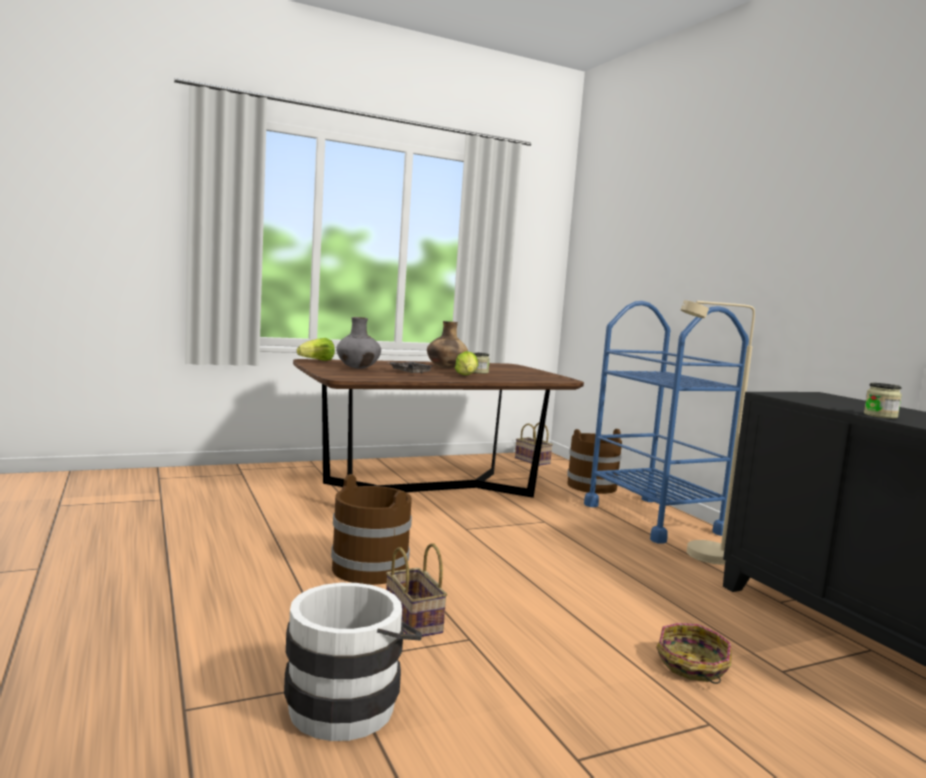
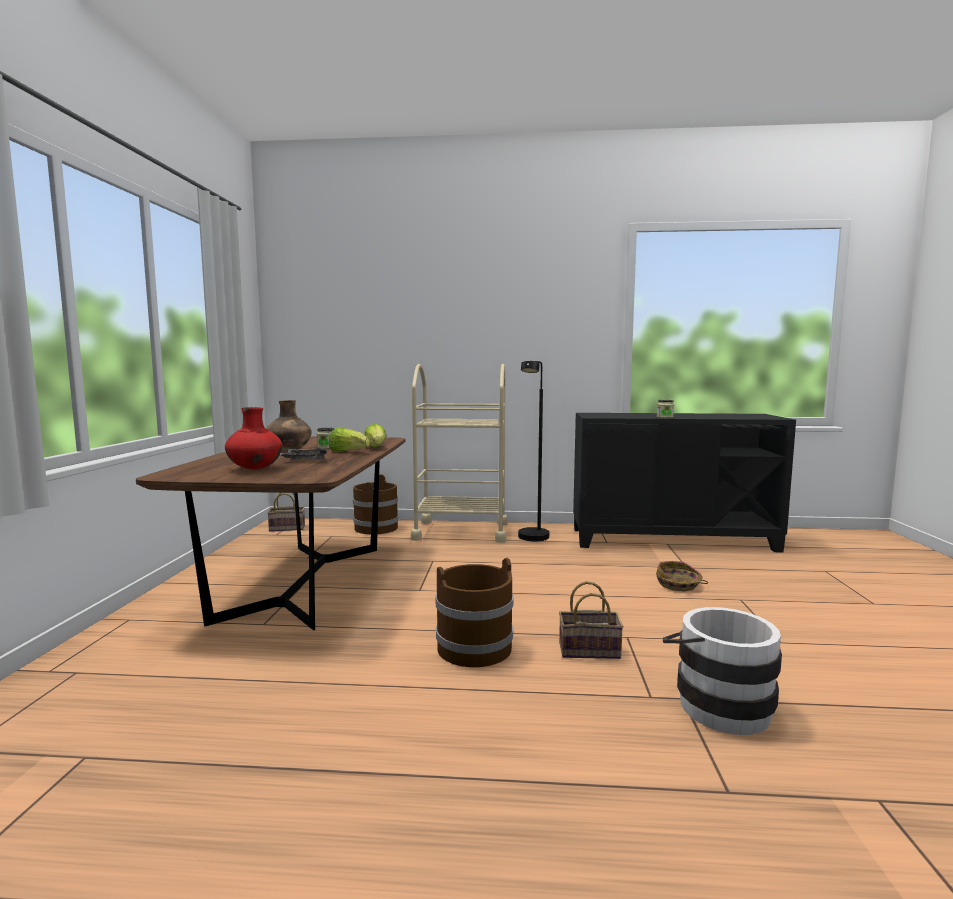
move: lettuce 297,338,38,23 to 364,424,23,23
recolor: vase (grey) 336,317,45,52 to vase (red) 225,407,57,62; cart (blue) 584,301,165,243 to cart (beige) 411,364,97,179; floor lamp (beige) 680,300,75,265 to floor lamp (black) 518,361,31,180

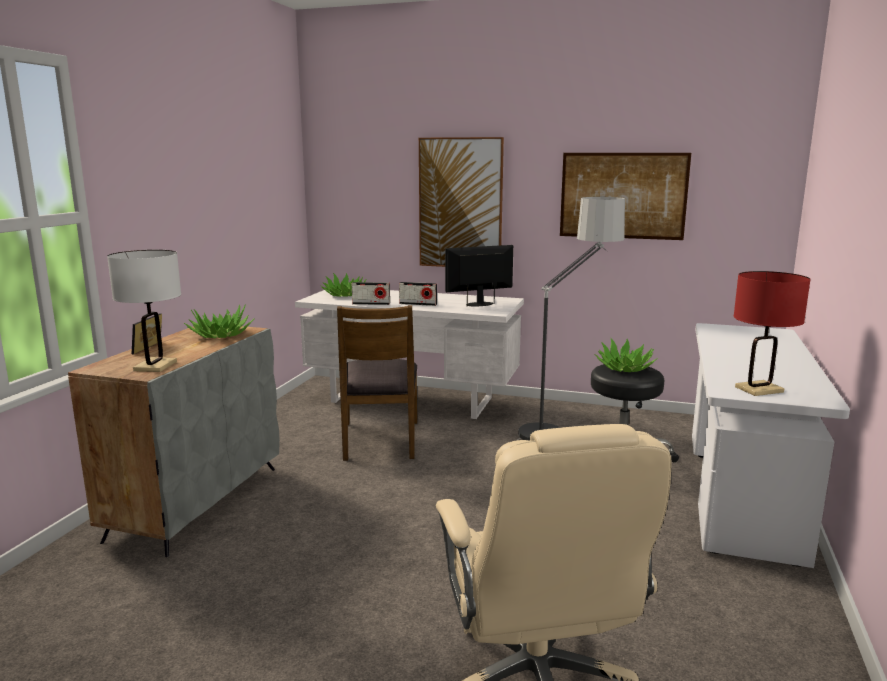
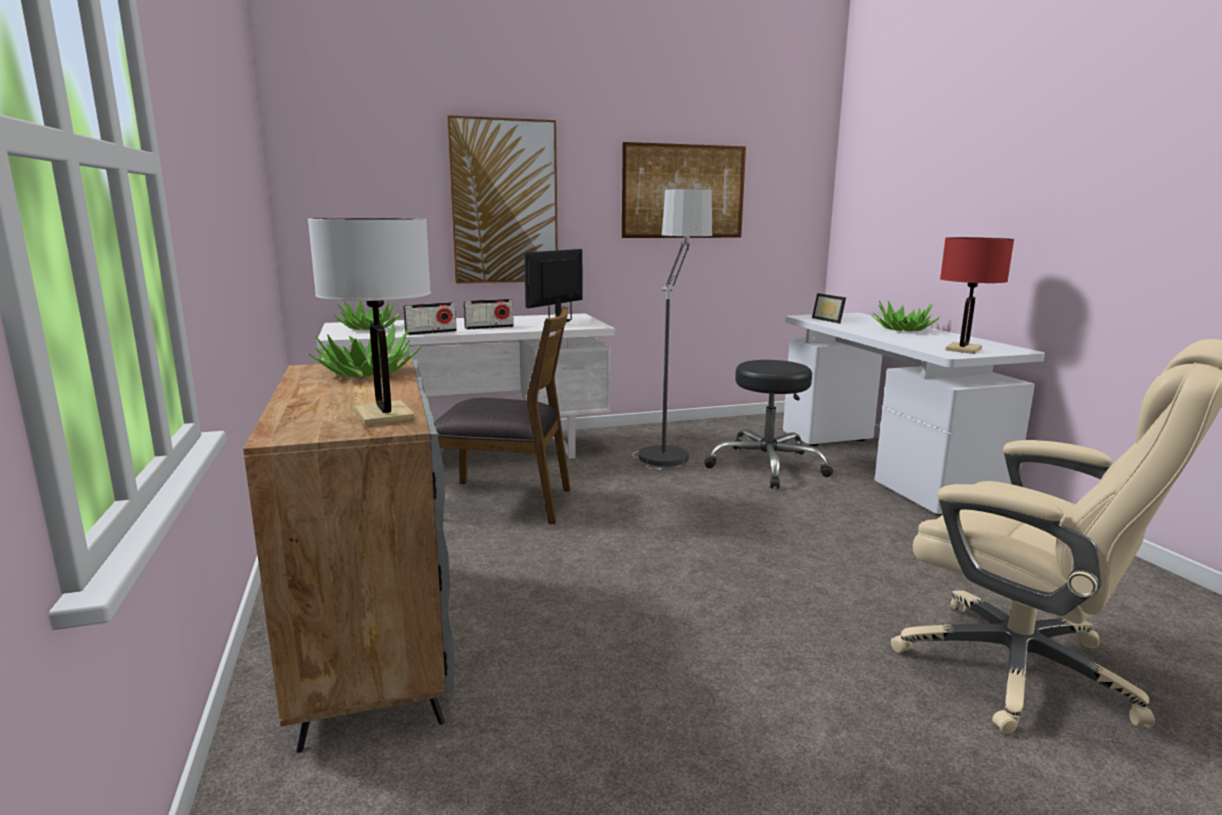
move: picture frame 132,313,30,42 to 812,293,34,31; potted plant 594,338,64,34 to 871,301,69,30
rotate: chair (brown) 337,305,80,156 = 434,306,137,218 45 degrees counterclockwise

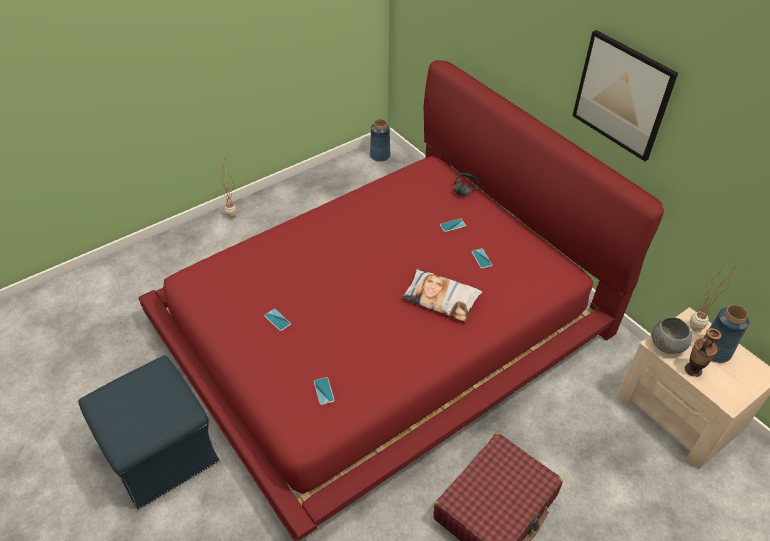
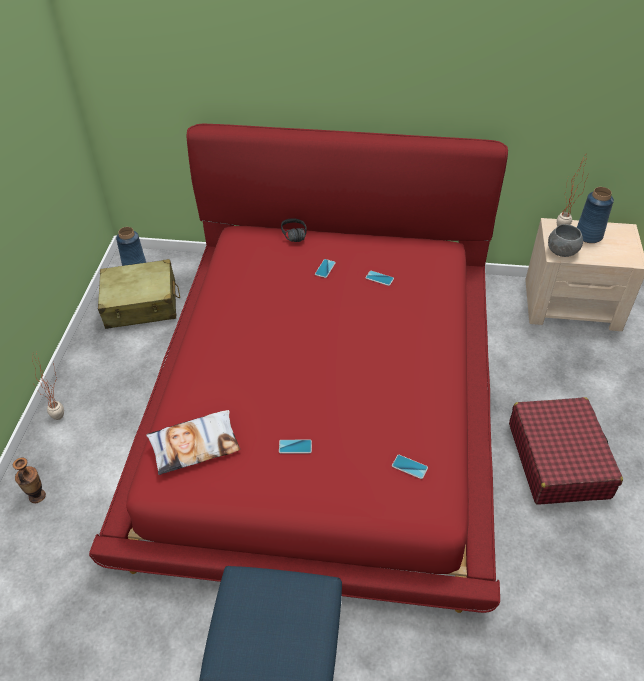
delete: picture 572,30,106,131
insert: suitcase (beige) 98,259,82,70
move: pillow 402,269,80,53 to 146,410,94,65; vase 685,328,37,49 to 13,458,33,45

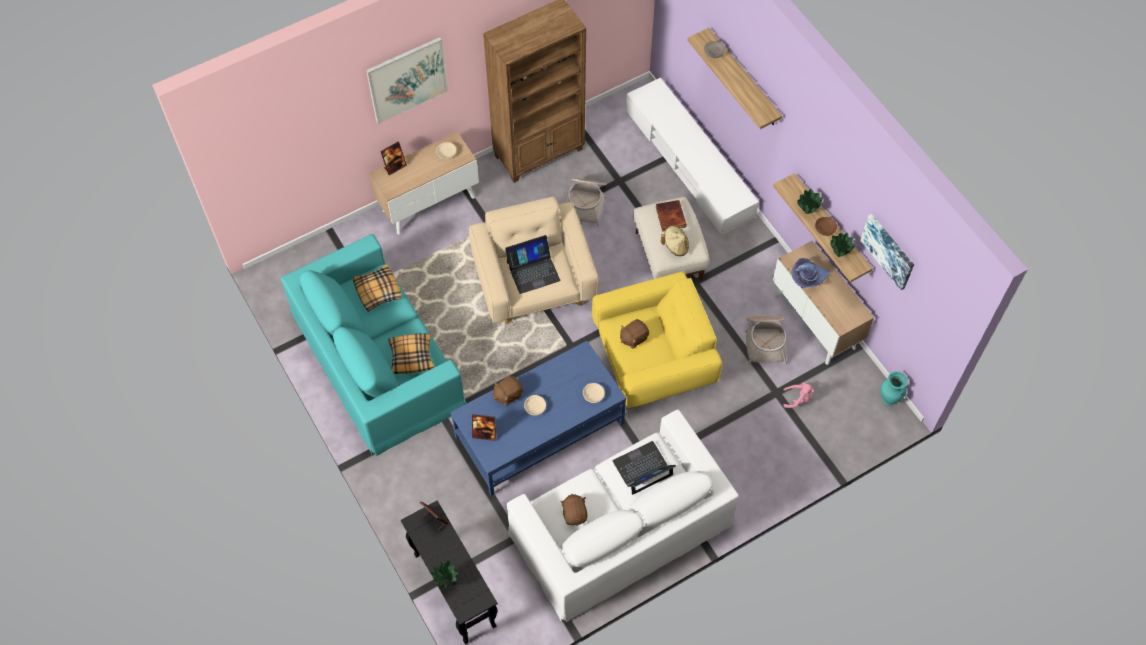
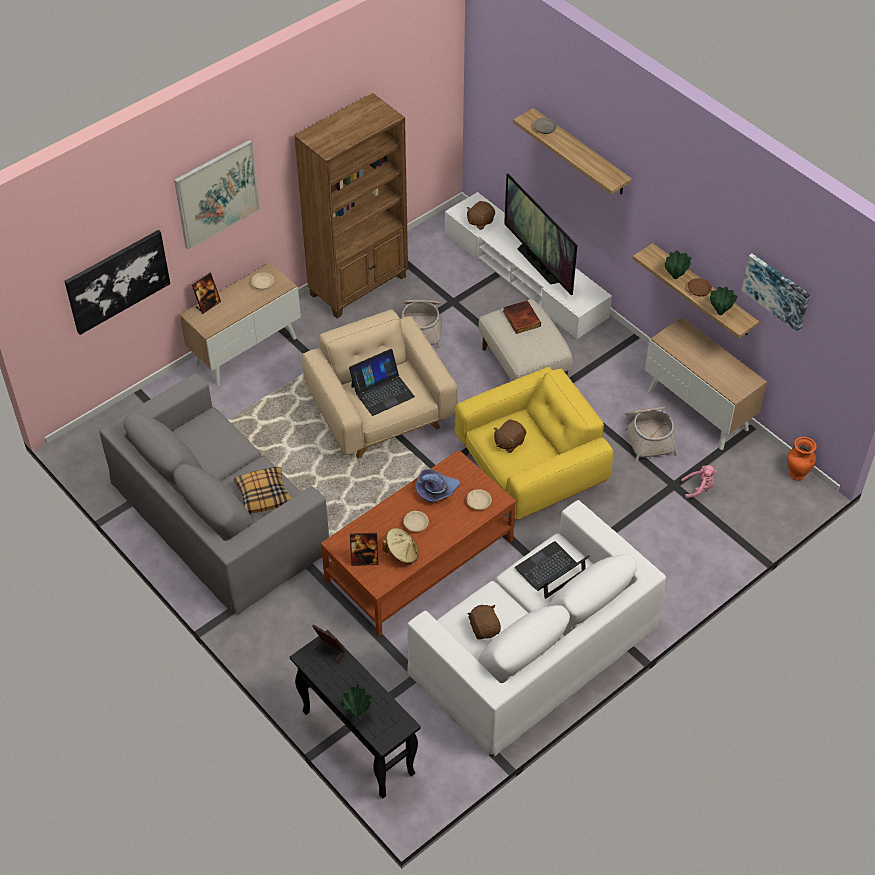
delete: pillow 353,264,49,48
insert: picture 64,230,106,105; television 504,174,73,121
move: plush toy (brown) 493,376,30,30 to 467,201,28,29; hat (beige) 661,226,28,30 to 383,528,36,36; hat (purple) 791,258,38,30 to 415,469,45,33
recolor: sofa (turquoise) 281,234,185,222 to sofa (grey) 99,373,230,242; coffee table (blue) 450,341,176,155 to coffee table (brown) 321,450,195,186; vase (turquoise) 880,371,28,35 to vase (orange) 787,437,29,44

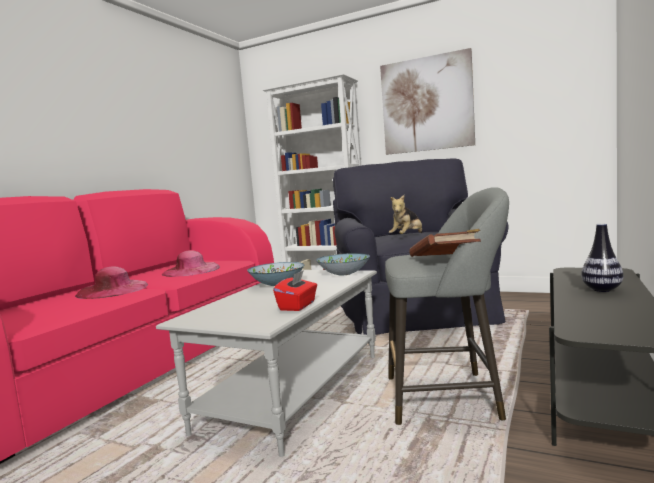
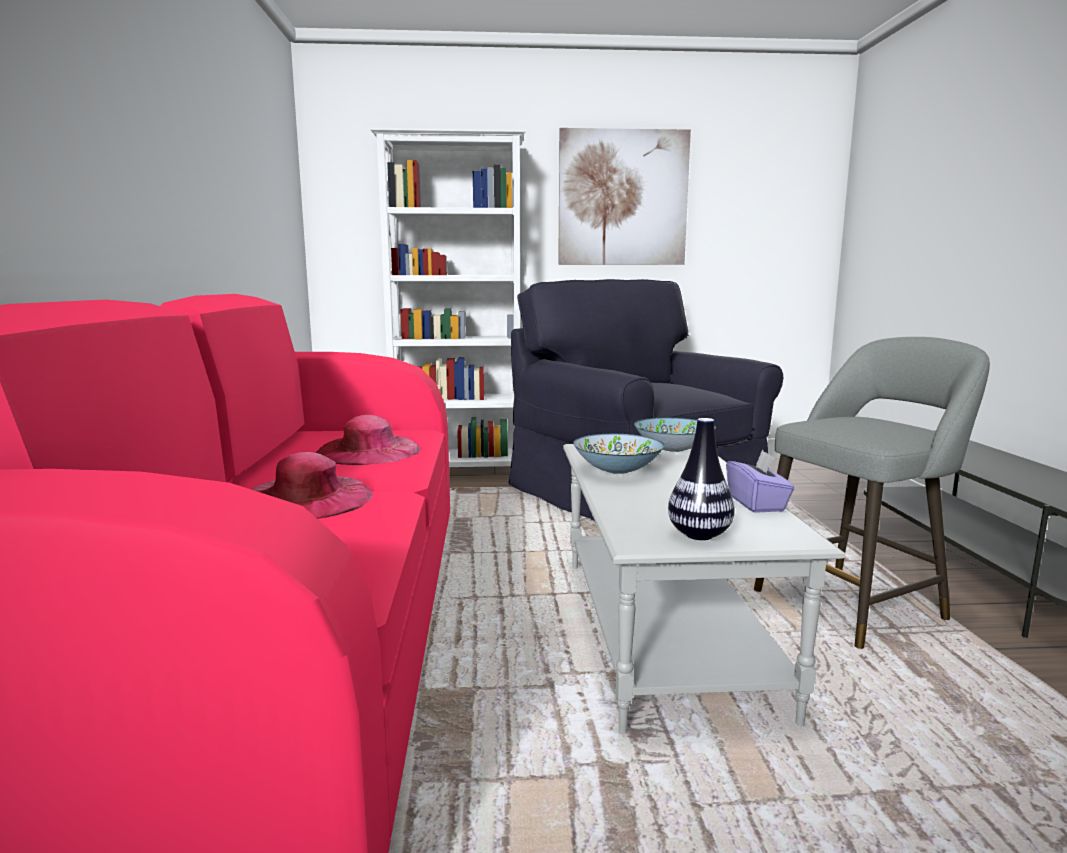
delete: plush toy 389,195,33,39; book (brown) 409,229,72,28
move: vase 581,223,42,69 to 668,418,66,122
recolor: tissue box (red) 273,270,44,41 to tissue box (purple) 726,450,69,63

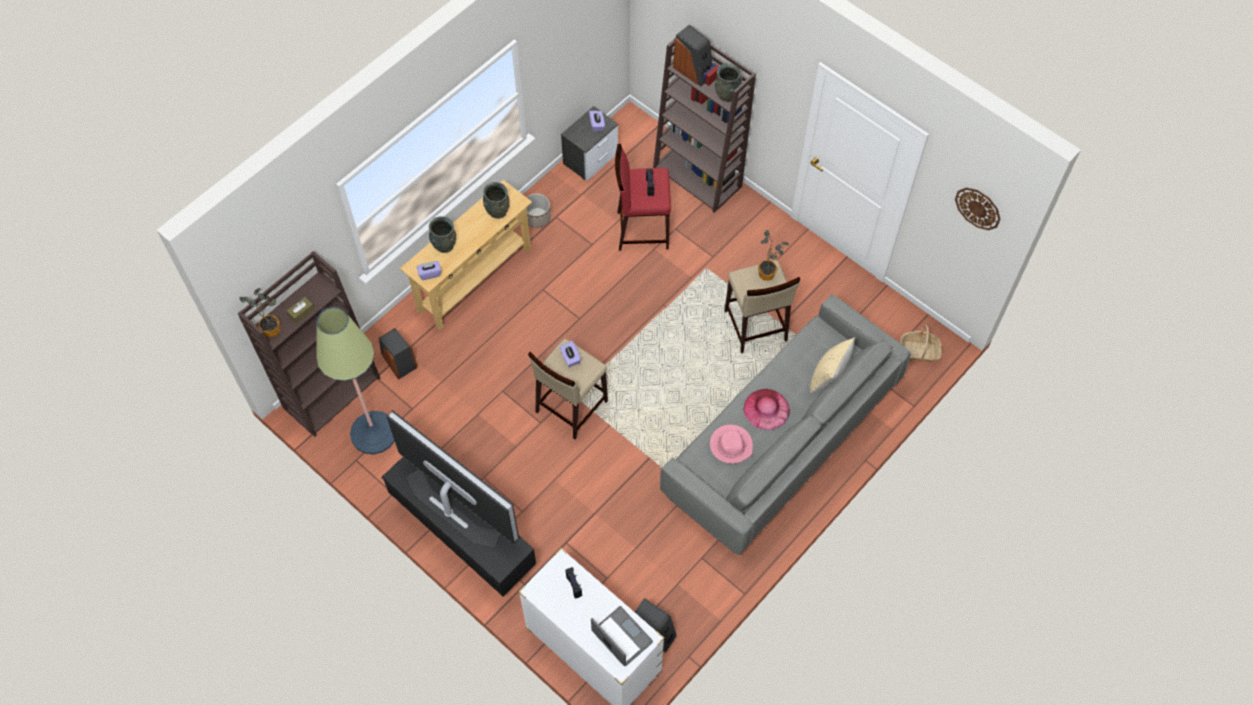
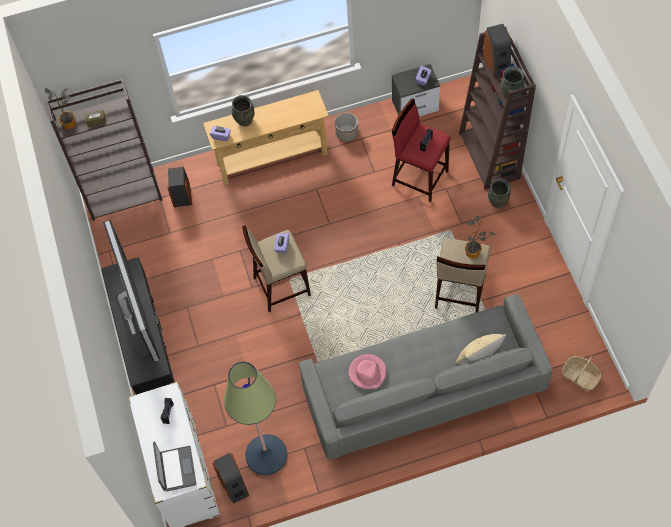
delete: hat (pink) 744,389,46,41; wall clock 955,188,46,42
move: floor lamp 316,307,79,147 to 224,362,64,113; vase (grey) 483,182,27,37 to 488,179,23,29

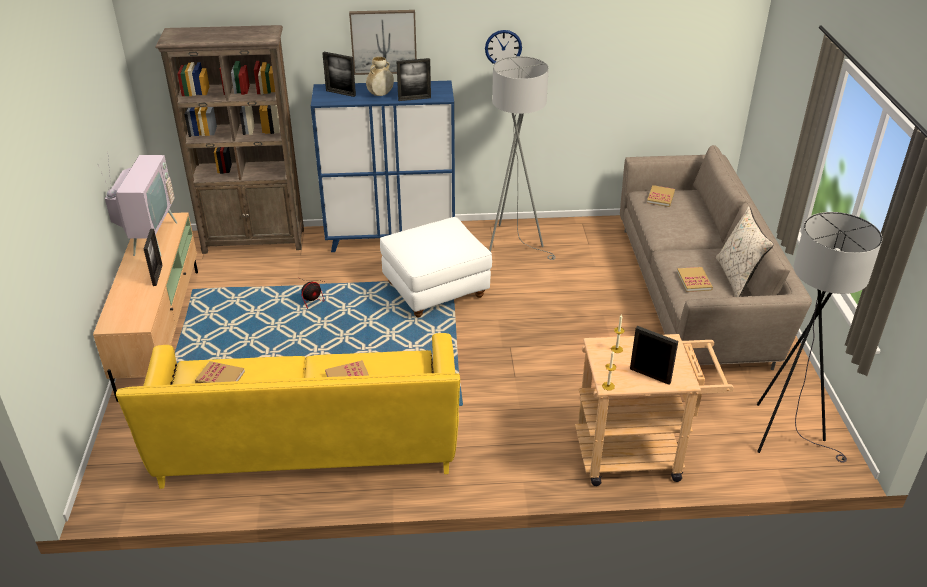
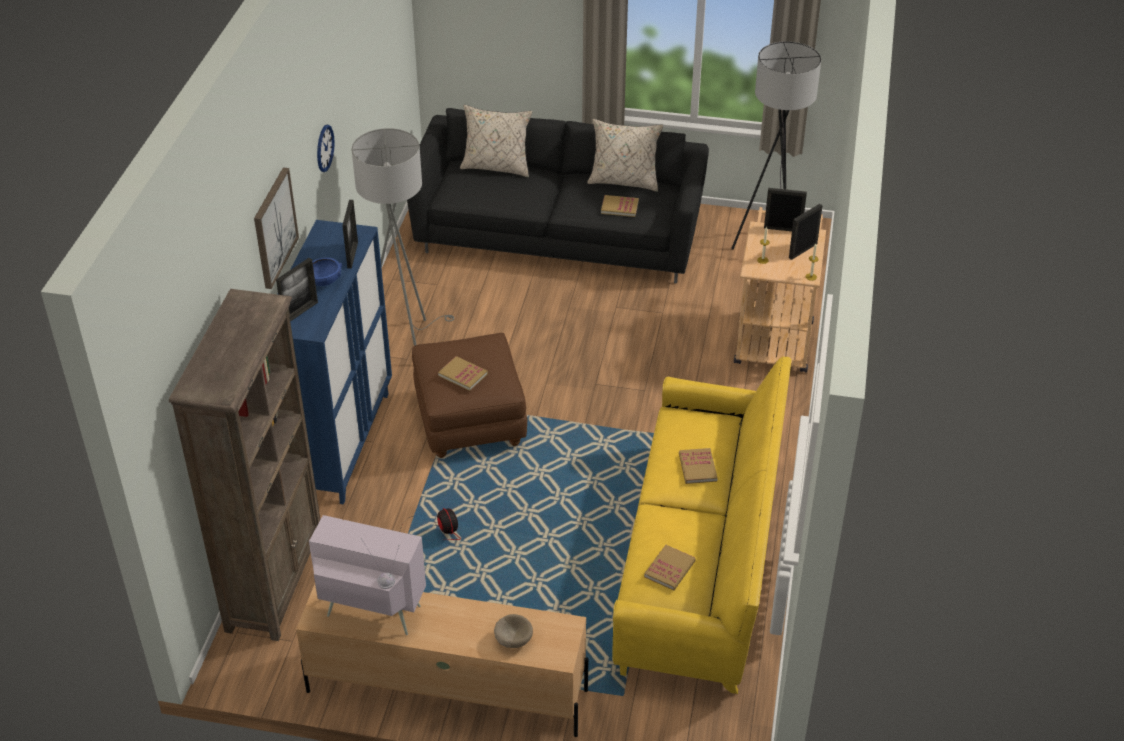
insert: pillow (beige) 460,105,72,72; bowl (beige) 494,614,39,34
move: picture frame 144,229,19,57 to 764,188,43,43; book 647,185,28,22 to 438,356,50,35
replace: vase (beige) 366,57,28,39 to bowl (blue) 312,258,30,28
recolor: ottoman (white) 380,217,112,101 to ottoman (brown) 412,333,115,125; sofa (beige) 620,145,192,225 to sofa (black) 407,108,302,176

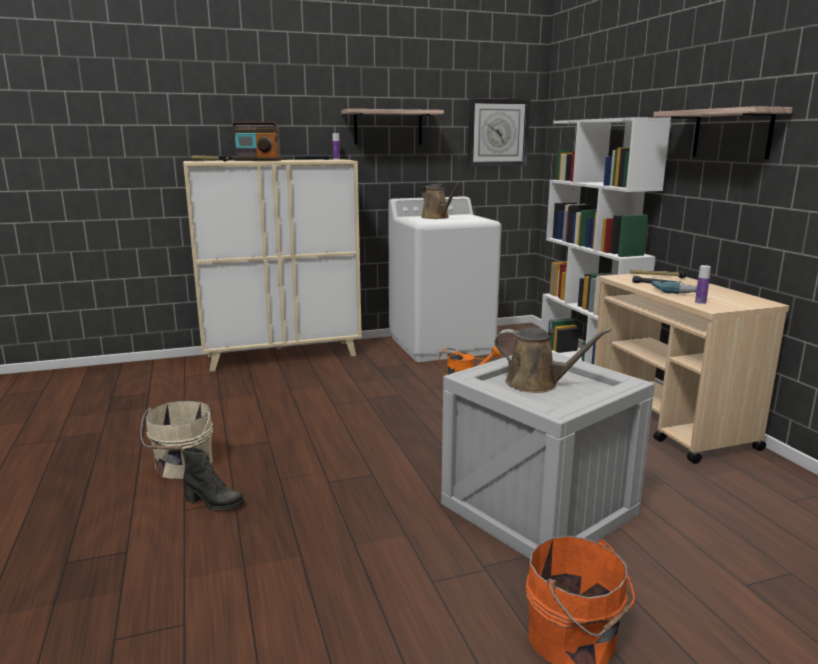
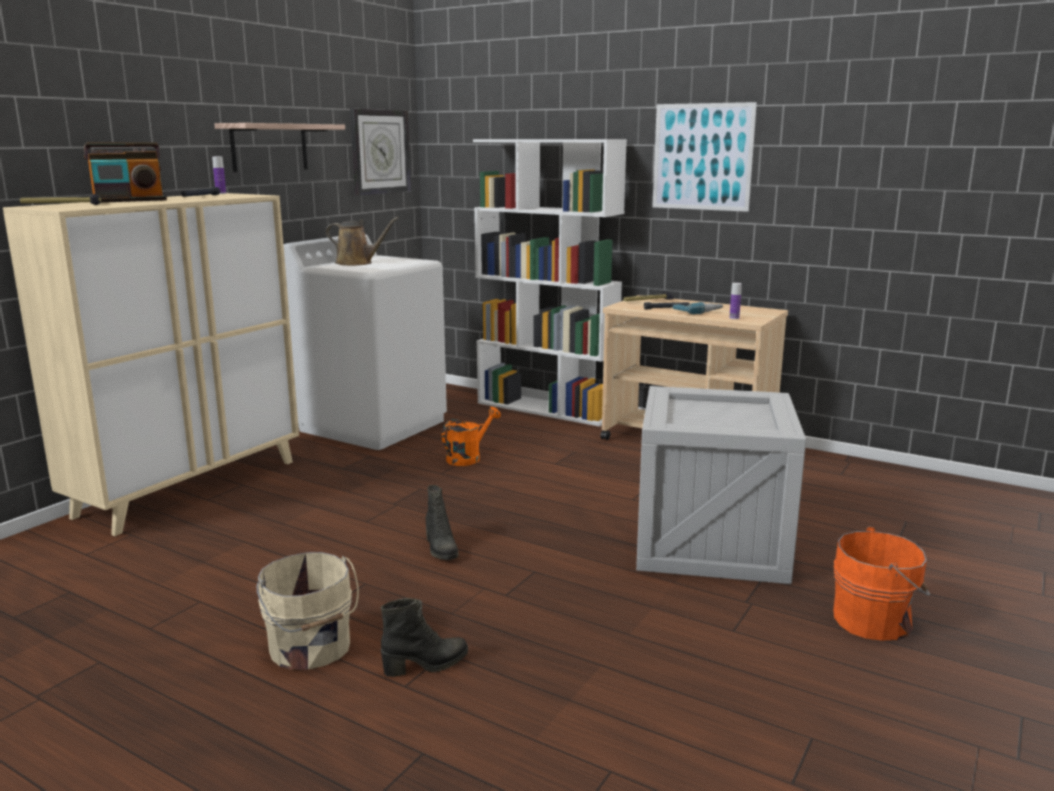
delete: watering can (brown) 494,328,117,65
insert: boot (black) 426,485,33,75
replace: shelf 653,106,140,54 to picture 652,102,105,110

